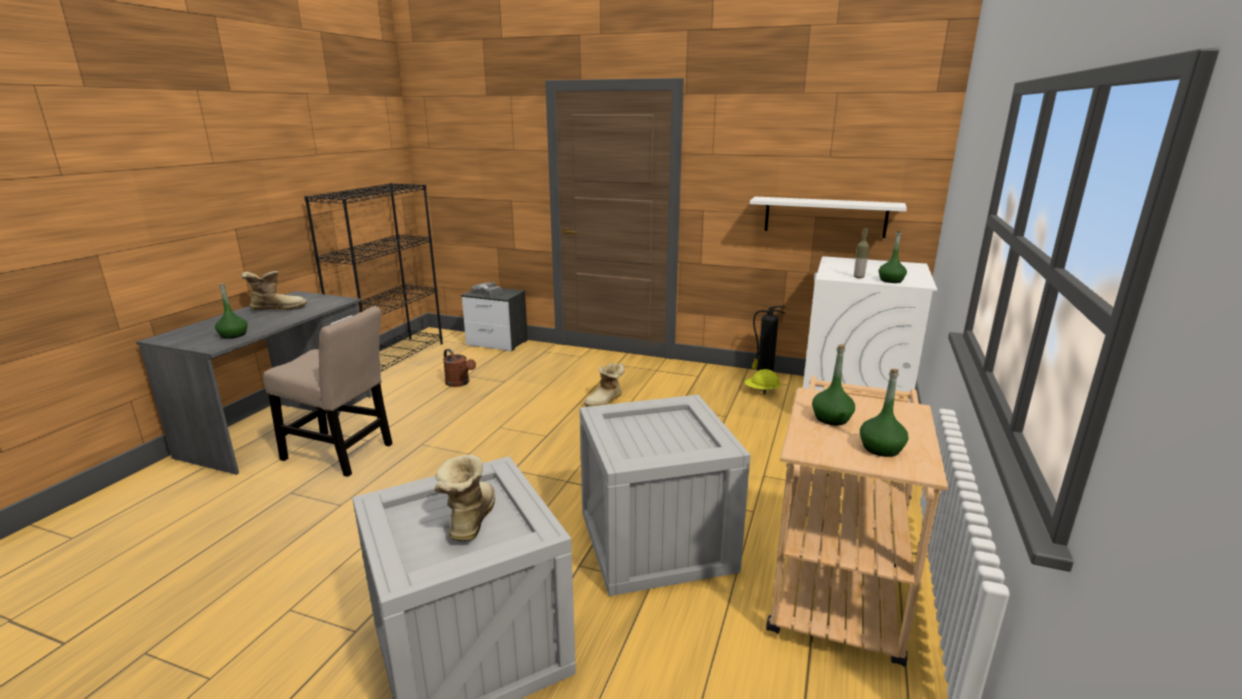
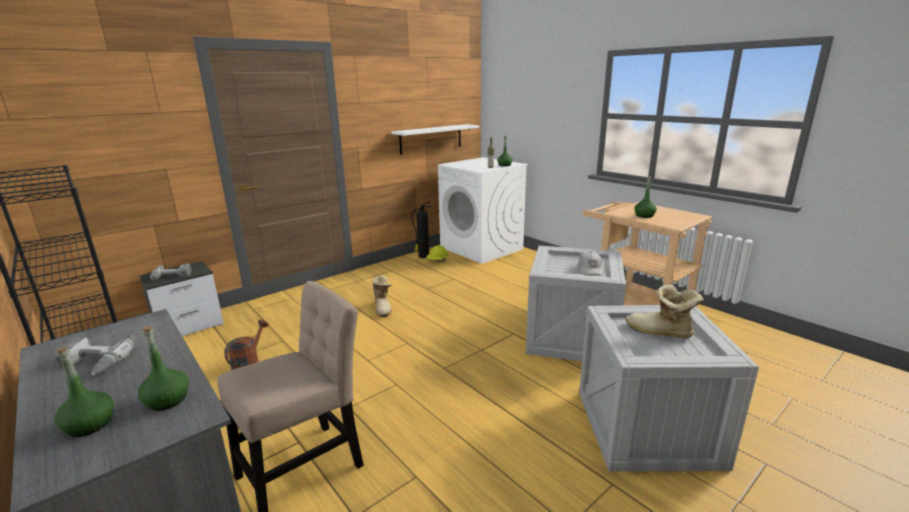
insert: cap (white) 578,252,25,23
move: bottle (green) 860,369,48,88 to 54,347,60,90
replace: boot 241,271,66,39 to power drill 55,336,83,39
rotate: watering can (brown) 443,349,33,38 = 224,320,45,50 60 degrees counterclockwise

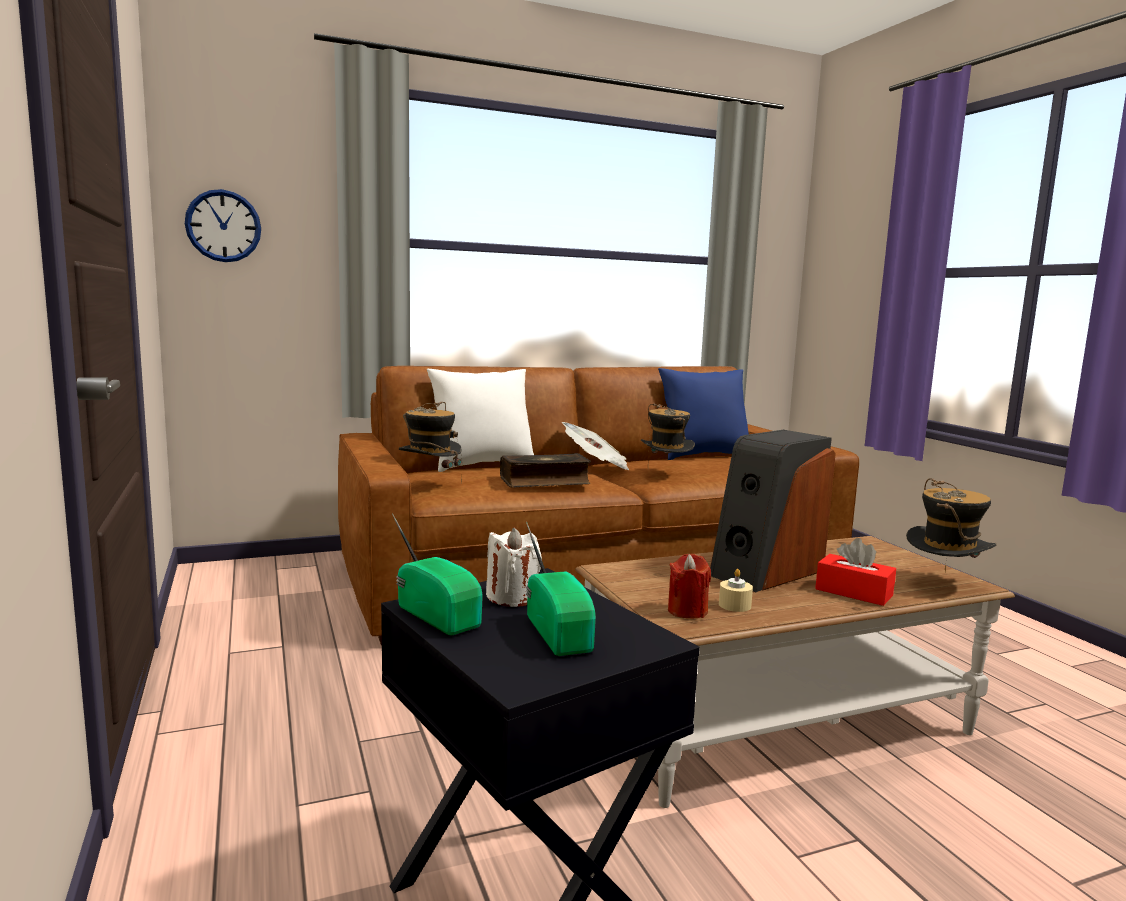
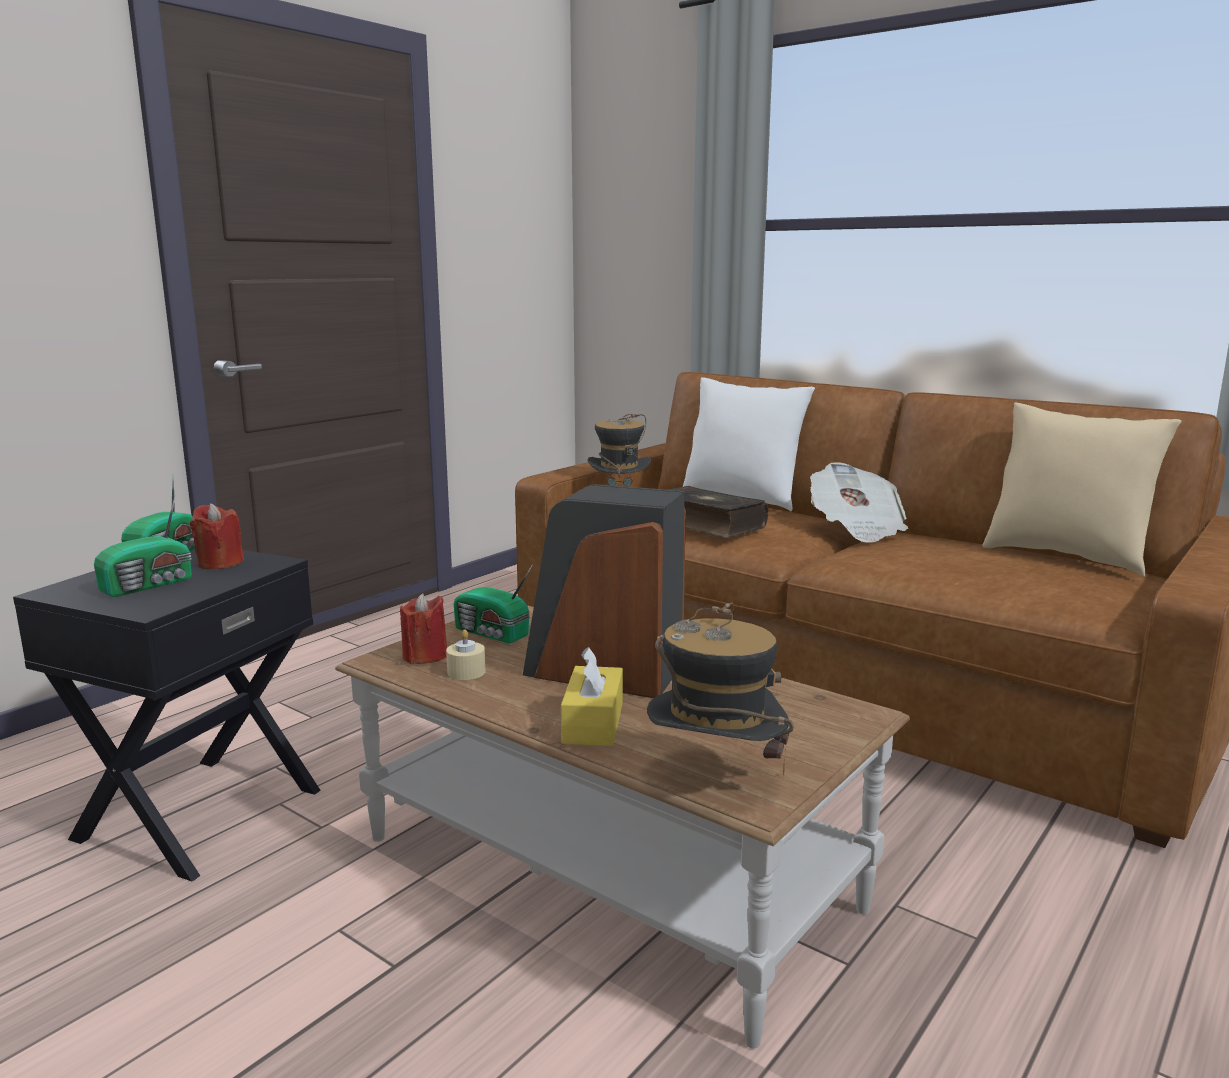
delete: wall clock 185,189,76,73; hat 641,404,54,63
insert: radio 454,564,79,79
recolor: candle (white) 486,528,56,79 to candle (red) 190,504,54,65; pillow (blue) 658,368,91,92 to pillow (beige) 982,403,199,174; tissue box (red) 815,538,81,68 to tissue box (yellow) 561,647,62,99

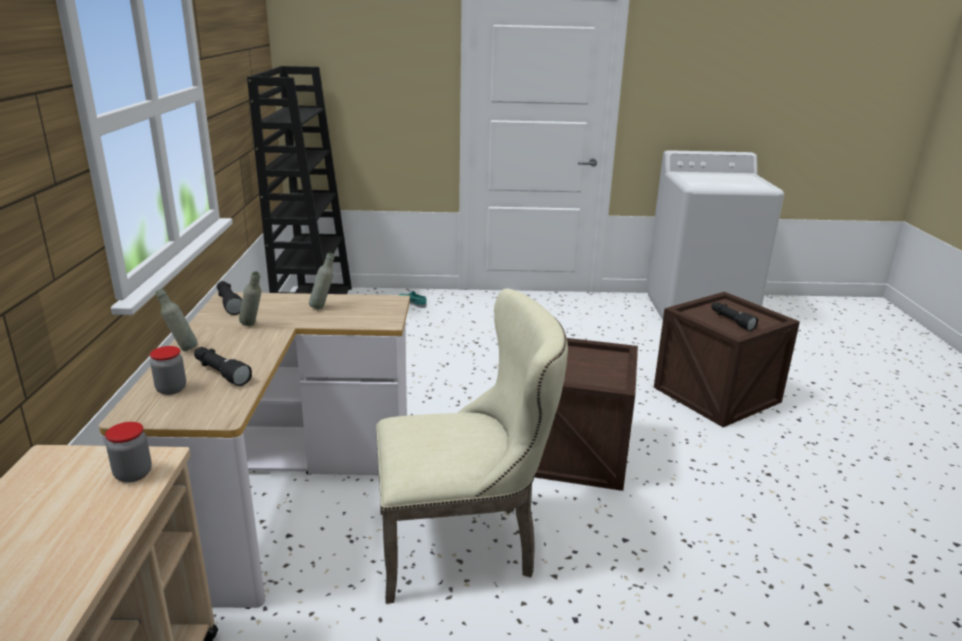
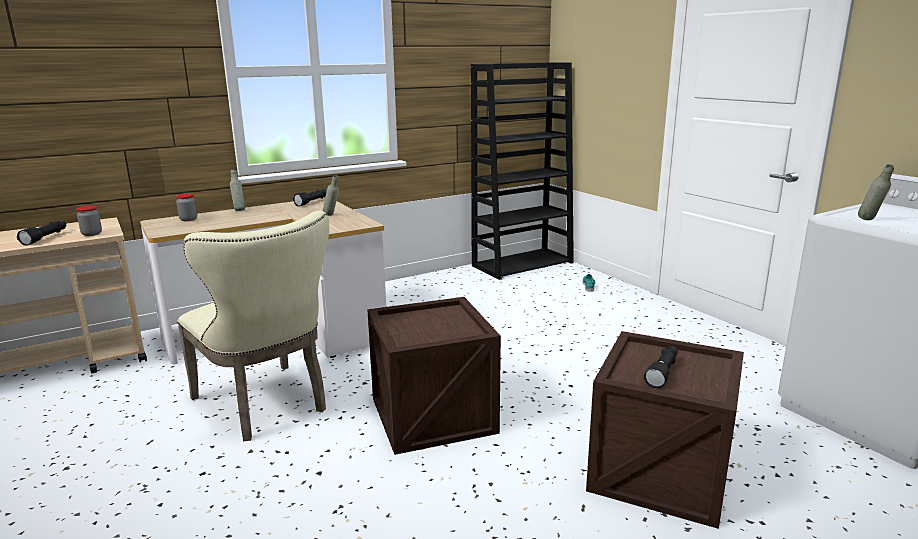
move: flashlight (black) 194,347,58,39 to 17,220,49,26; bottle (grey) 239,271,23,55 to 858,164,36,56

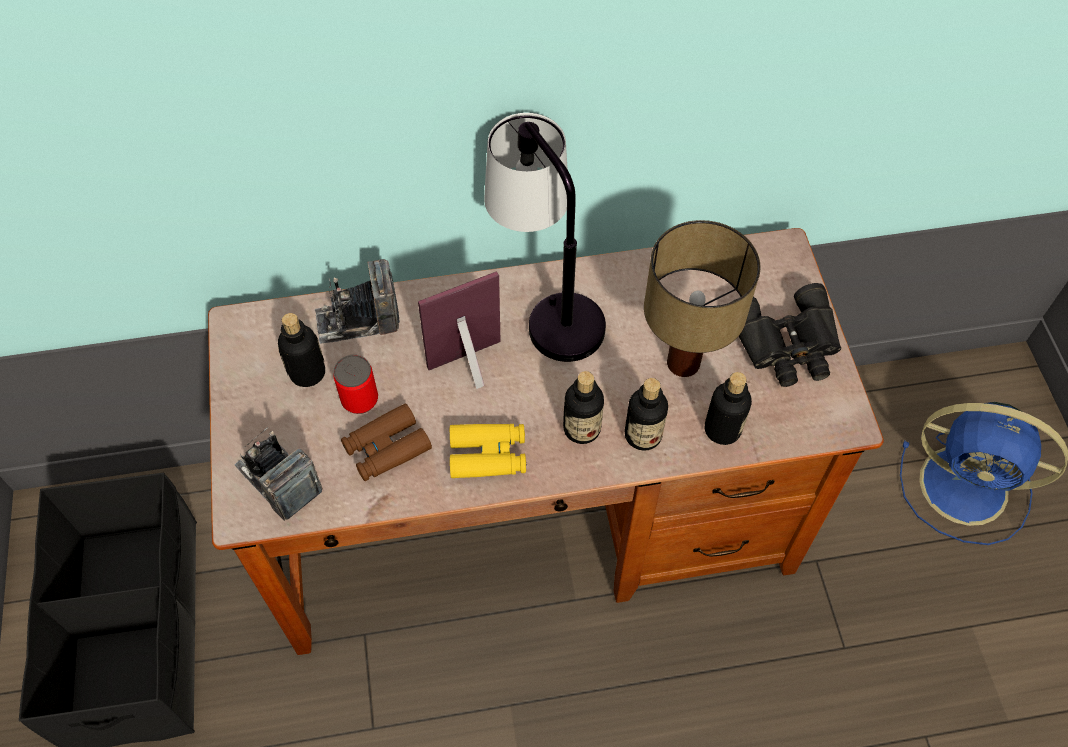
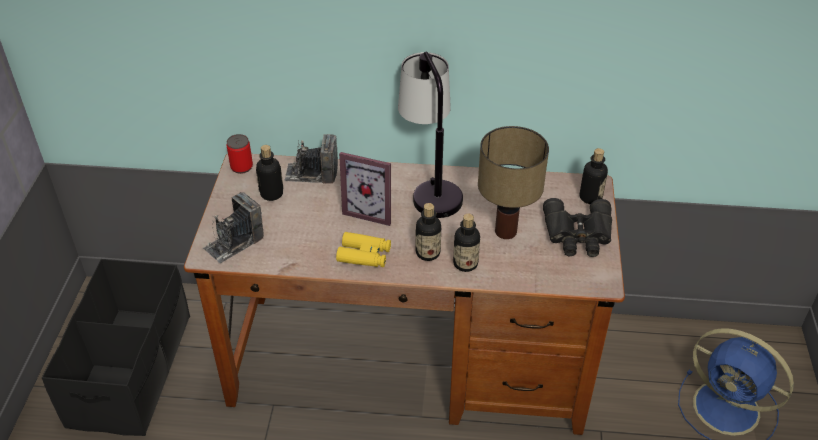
delete: binoculars (brown) 341,403,91,78
move: can 333,355,45,59 to 226,134,27,40; bottle 705,372,47,73 to 580,148,28,56
rotate: photo camera 234,427,89,94 = 203,192,61,71 105 degrees counterclockwise; picture frame 418,271,83,118 = 339,152,52,74 150 degrees counterclockwise

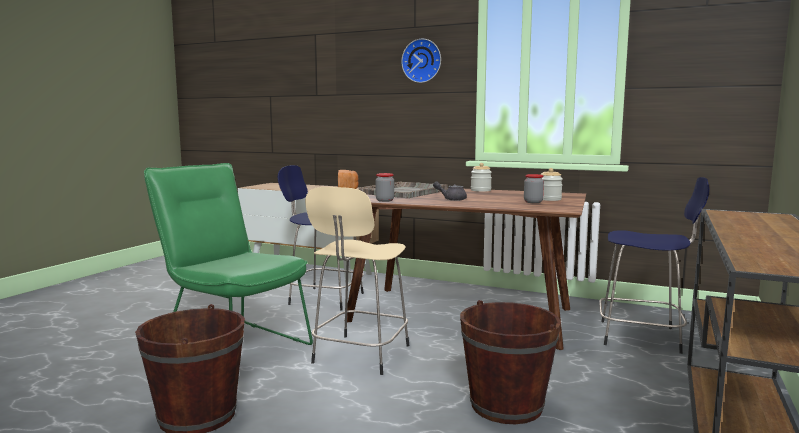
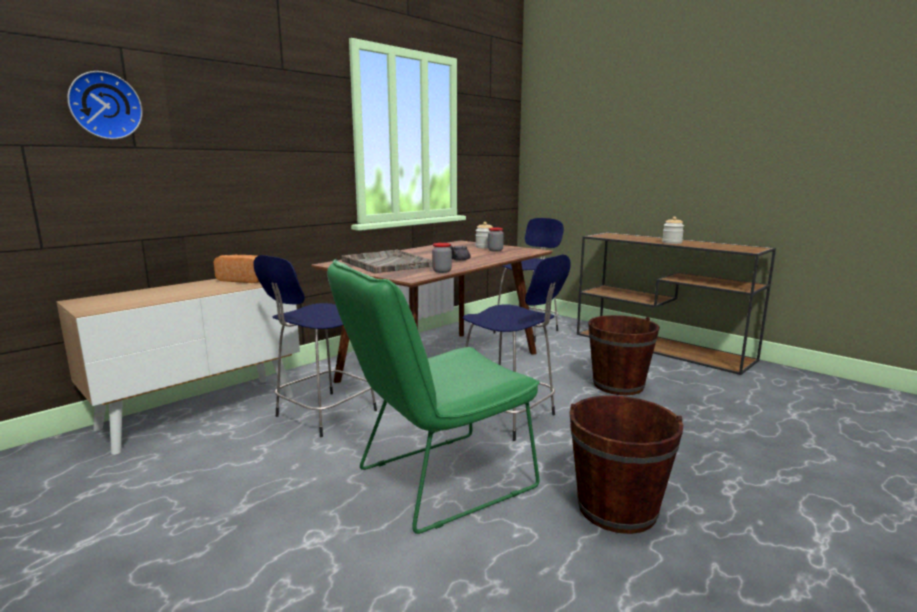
move: wall clock 401,39,40,44 to 67,71,76,68; jar 471,163,21,29 to 662,217,22,27
recolor: stool (beige) 305,187,104,188 to stool (blue) 463,255,108,186

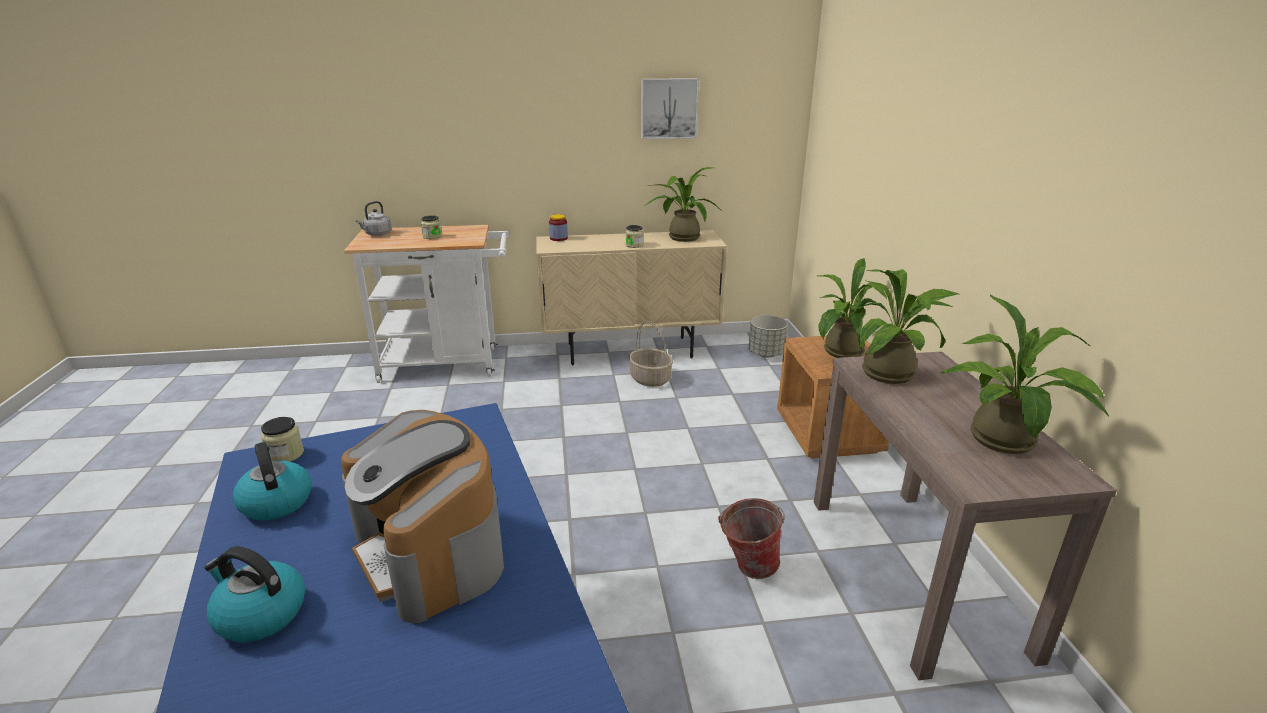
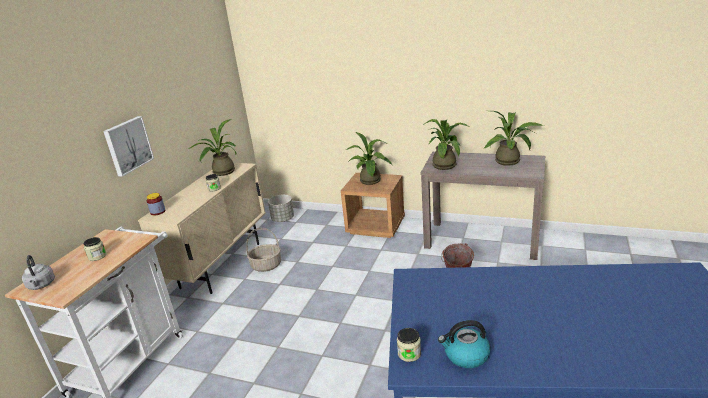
delete: kettle 204,546,101,96; coffee machine 341,410,163,213
move: picture 641,78,58,61 to 103,116,51,61

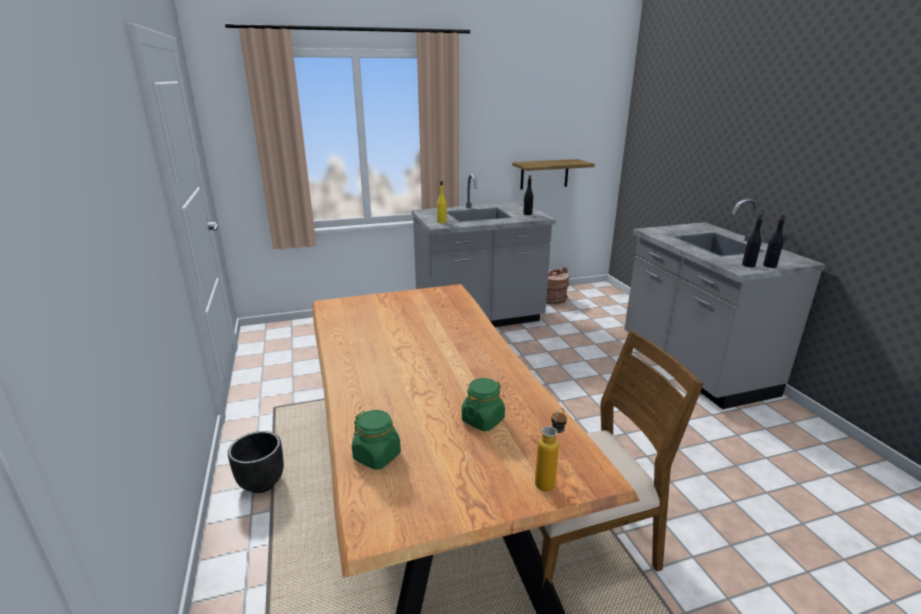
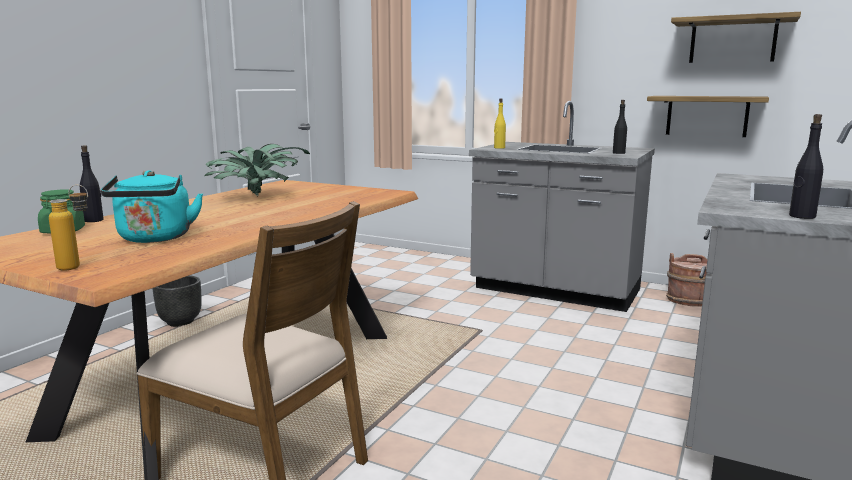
insert: potted plant 204,144,106,52; shelf 671,12,130,51
move: bottle (black) 742,214,21,53 to 80,145,24,77
replace: jar (green) 462,378,43,53 to kettle (turquoise) 101,170,102,73

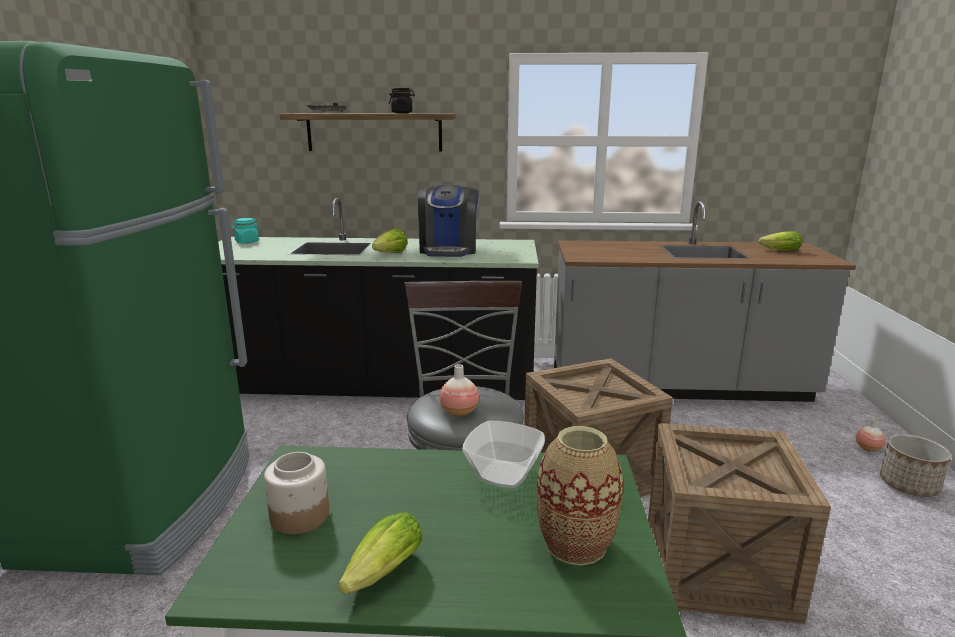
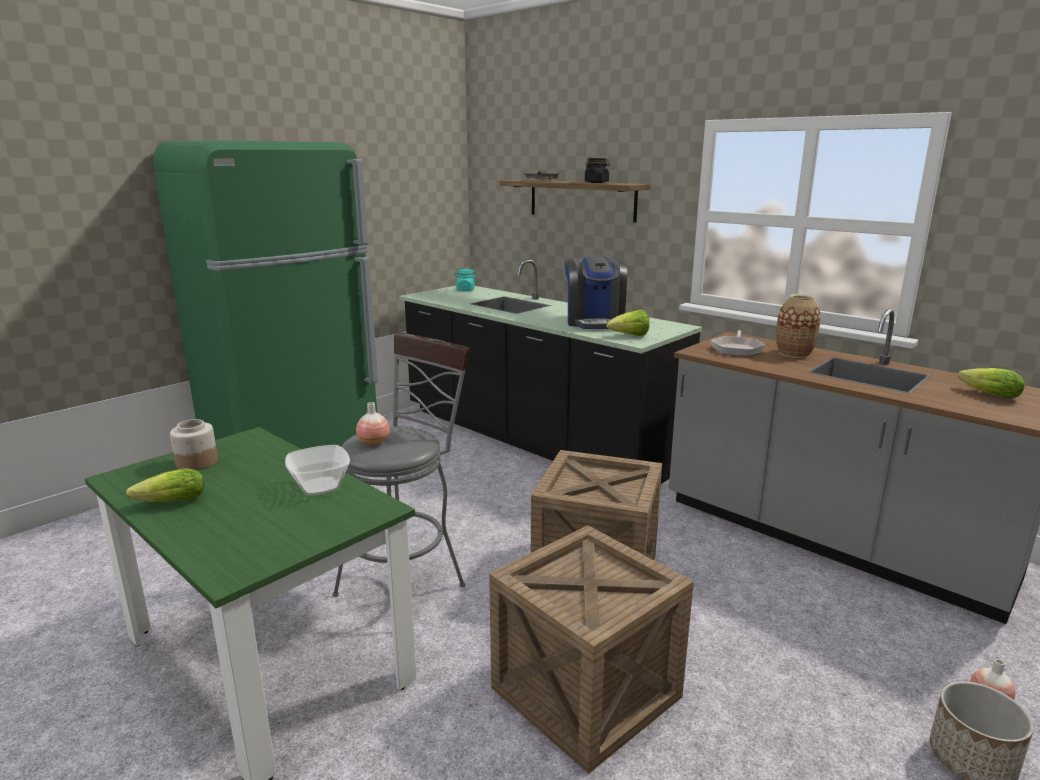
insert: frying pan 710,330,55,26
move: lettuce 372,228,36,25 to 606,310,44,26; vase 537,426,86,140 to 776,294,44,64
rotate: coffee machine 418,184,61,73 = 565,256,62,73 45 degrees counterclockwise

